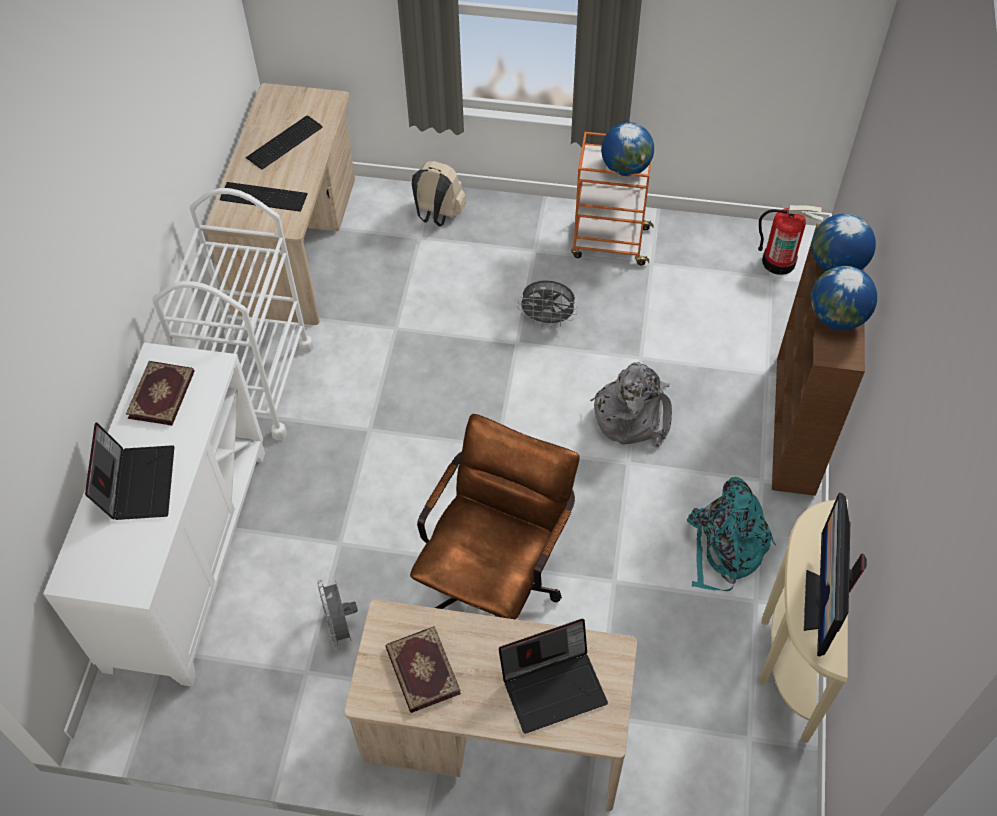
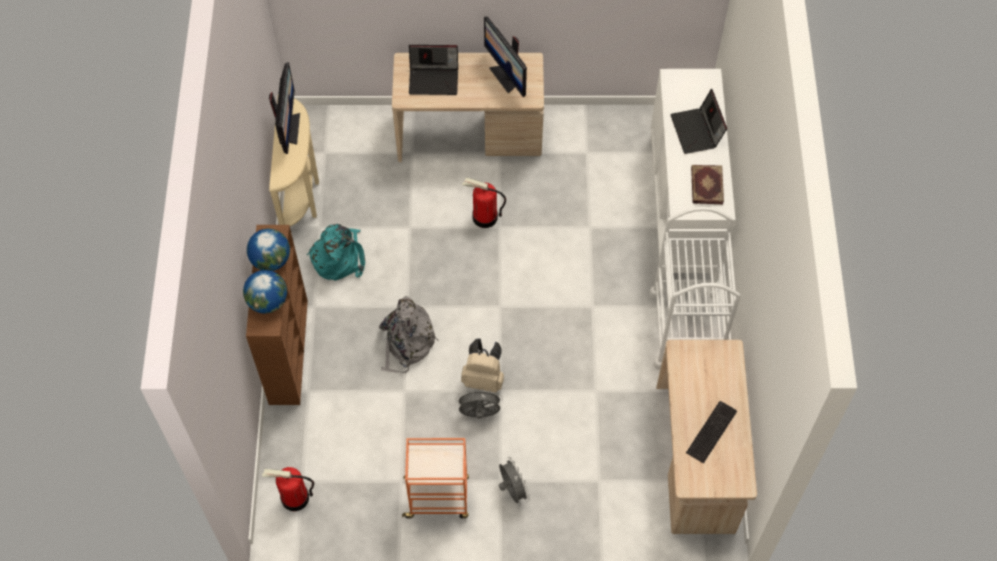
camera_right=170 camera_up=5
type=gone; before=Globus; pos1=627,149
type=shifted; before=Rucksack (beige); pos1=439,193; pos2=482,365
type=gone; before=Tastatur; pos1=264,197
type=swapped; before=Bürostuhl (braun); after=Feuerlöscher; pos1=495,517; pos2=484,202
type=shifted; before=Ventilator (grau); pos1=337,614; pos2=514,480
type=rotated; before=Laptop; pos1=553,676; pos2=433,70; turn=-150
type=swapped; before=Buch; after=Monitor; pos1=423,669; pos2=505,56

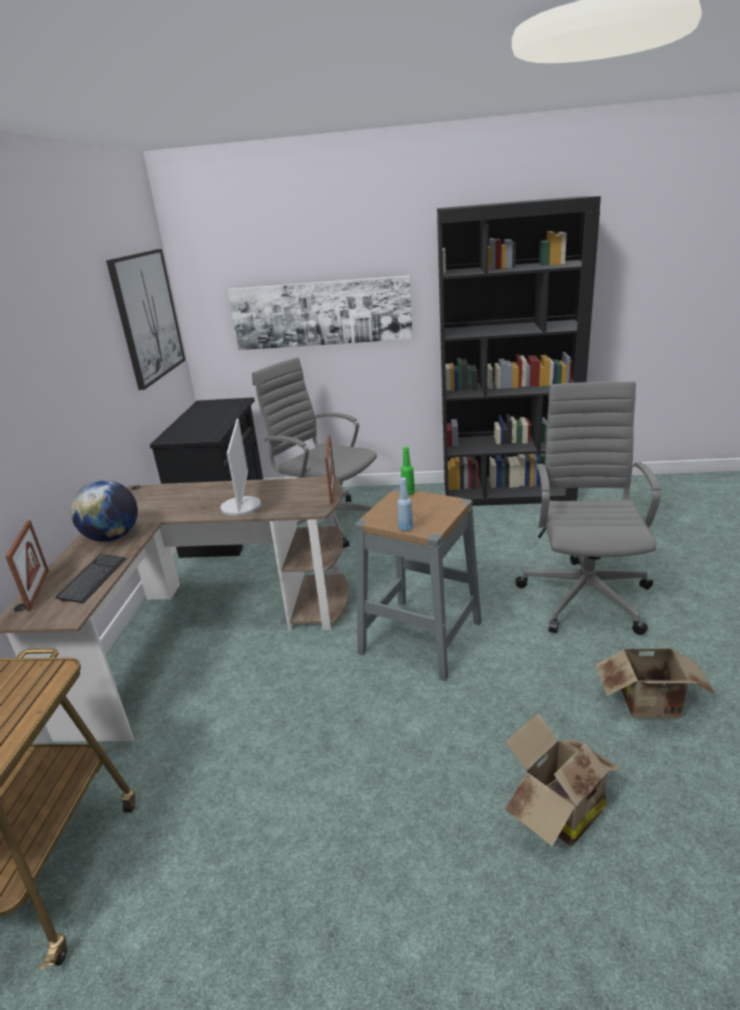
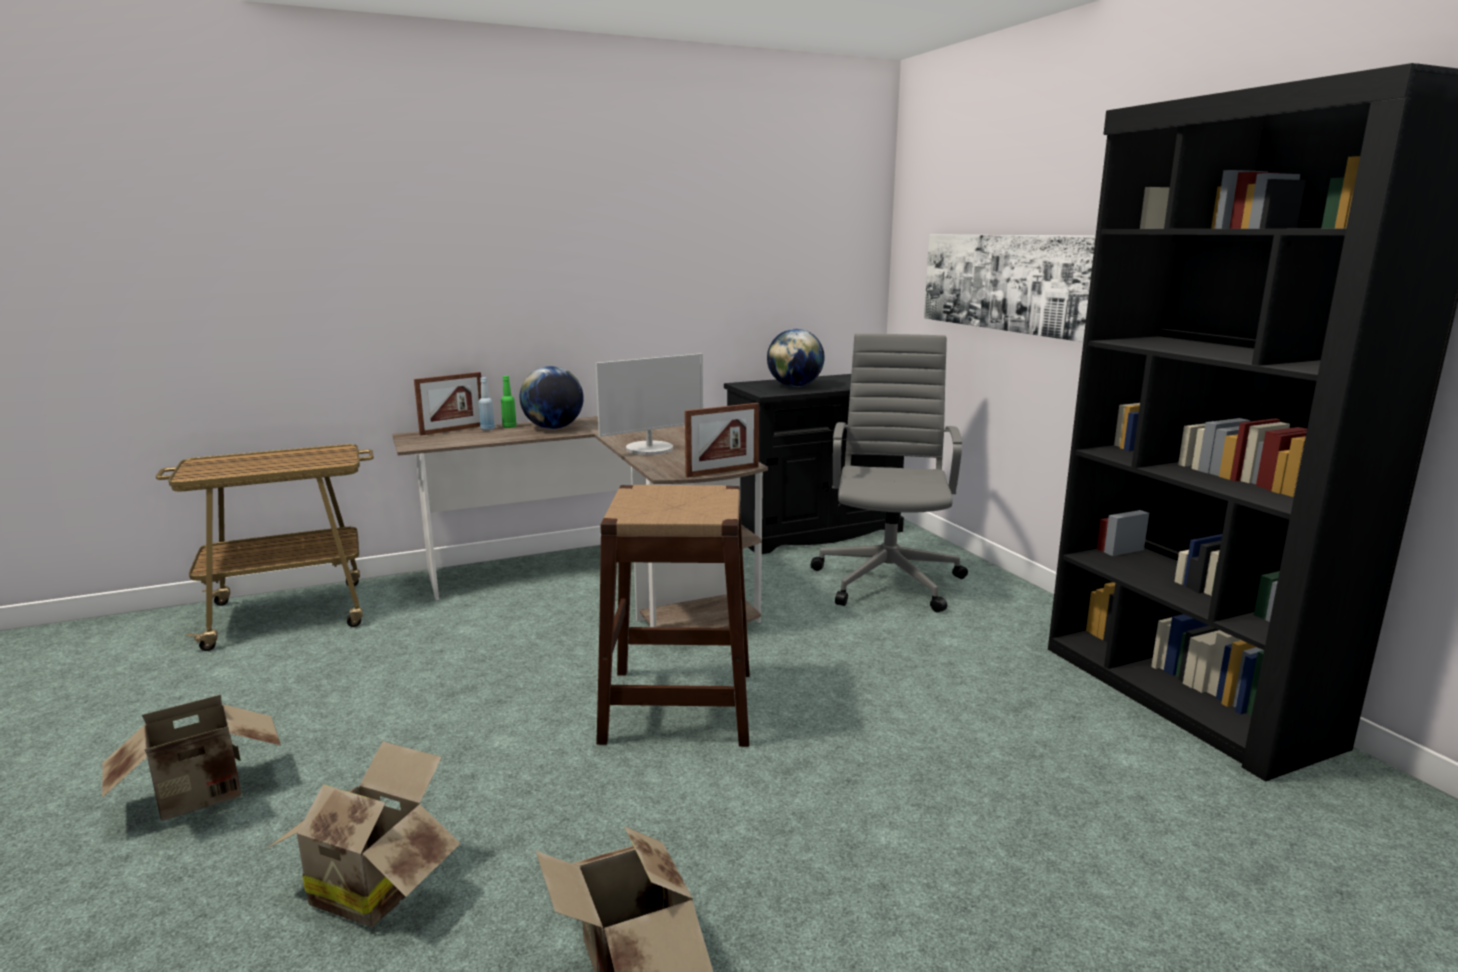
camera_right=60 camera_up=-10
type=gone; before=Bild; pos1=145,319
type=gone; before=Bürostuhl (grau); pos1=588,508
type=shifted; before=Flasche (grün); pos1=408,471; pos2=509,402
type=shifted; before=Flasche (blau); pos1=405,504; pos2=487,403
type=repainted; before=Hocker (grau); after=Hocker (braun); pos1=418,584; pos2=673,616
type=gone; before=Tastatur; pos1=90,578
type=new; after=Globus; pos2=796,358
type=new; after=Karton; pos2=191,758

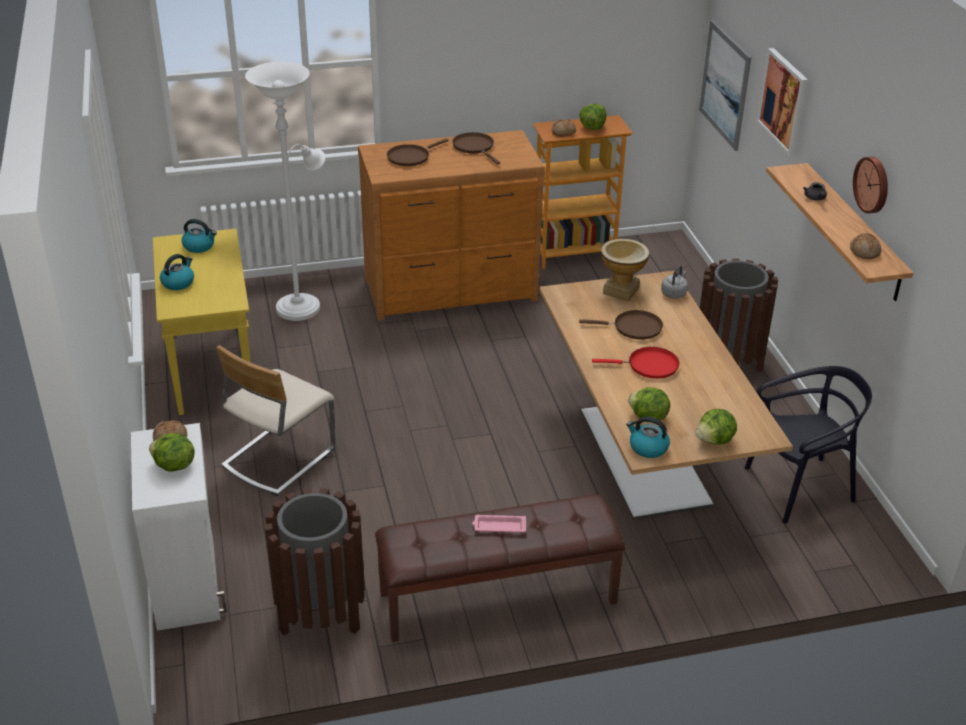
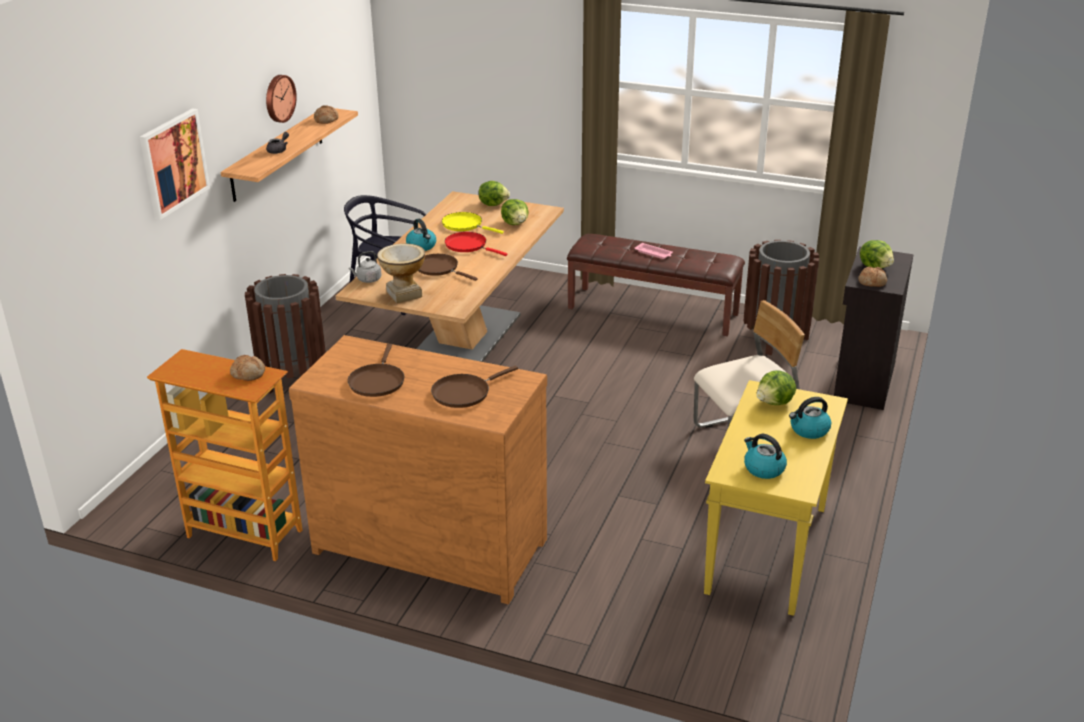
camera_right=-145 camera_up=-5
type=gone; before=Bild; pos1=725,85
type=gone; before=Stehlampe (weiß); pos1=285,191
type=shifted; before=Salatkopf; pos1=592,117; pos2=776,387
type=rotated; before=Pfanne (braun); pos1=417,152; pos2=474,387; turn=150
type=shifted; before=Wasserkessel; pos1=648,437; pos2=421,235
type=repainted; before=Schrank (weiß); after=Schrank (schwarz); pos1=179,527; pos2=874,328
type=new; after=Pfanne (gelb); pos2=473,223

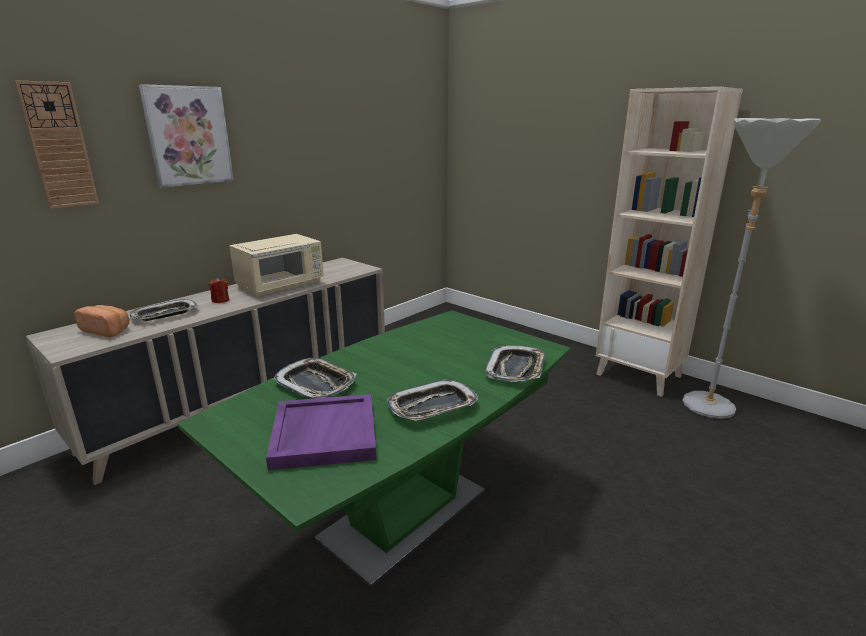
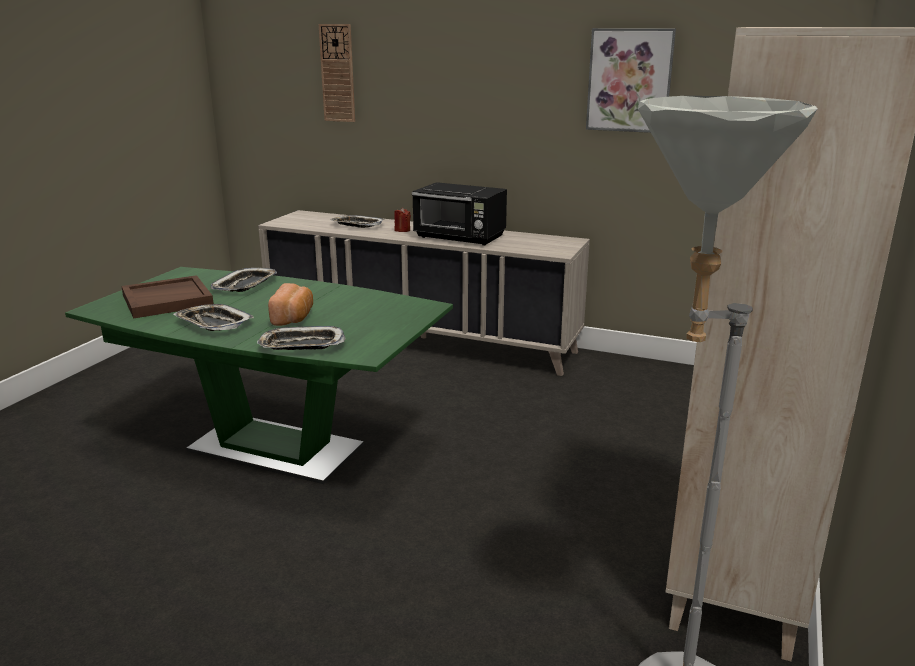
camera_right=70 camera_up=0
type=shifted; before=Bild; pos1=186,136; pos2=631,80
type=repainted; before=Mikrowelle (beige); after=Mikrowelle (schwarz); pos1=276,265; pos2=459,214
type=shifted; before=Brot; pos1=101,321; pos2=290,304
type=repainted; before=Tablett (lila); after=Tablett (braun); pos1=321,432; pos2=167,297

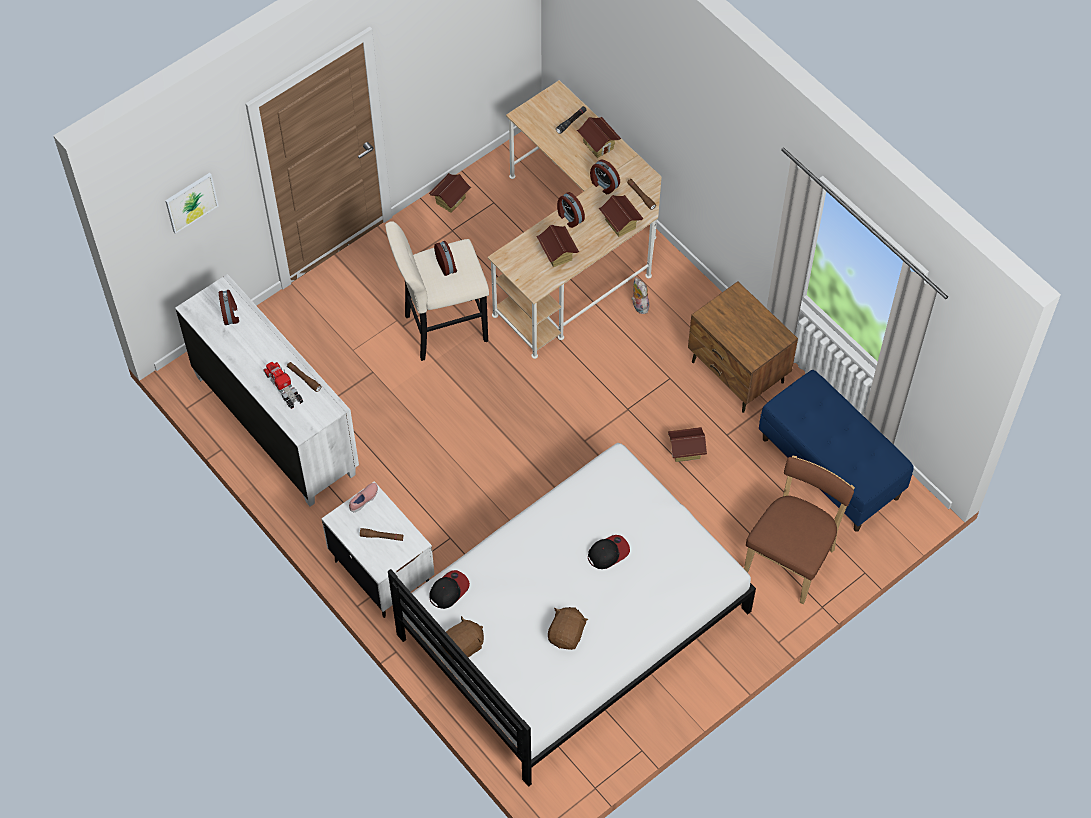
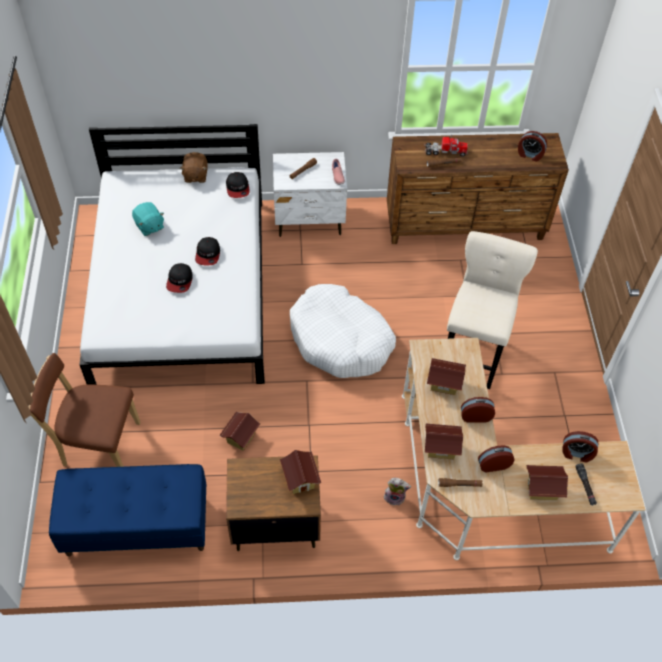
camera_right=125 camera_up=-5
type=gone; before=Bild; pos1=192,203
type=shifted; before=Spielzeughaus; pos1=450,193; pos2=300,472
type=shifted; before=Wecker; pos1=445,258; pos2=580,447
type=repainted; before=Kommode (weiß); after=Kommode (braun); pos1=267,390; pos2=478,188
type=rotated; before=Stuhl (braun); pos1=799,529; pos2=85,410; turn=120
type=repainted; before=Plüschtier (braun); after=Plüschtier (türkis); pos1=568,628; pos2=148,219
type=new; after=Kappe; pos2=207,251
type=new; after=Hundebett (weiß); pos2=343,331

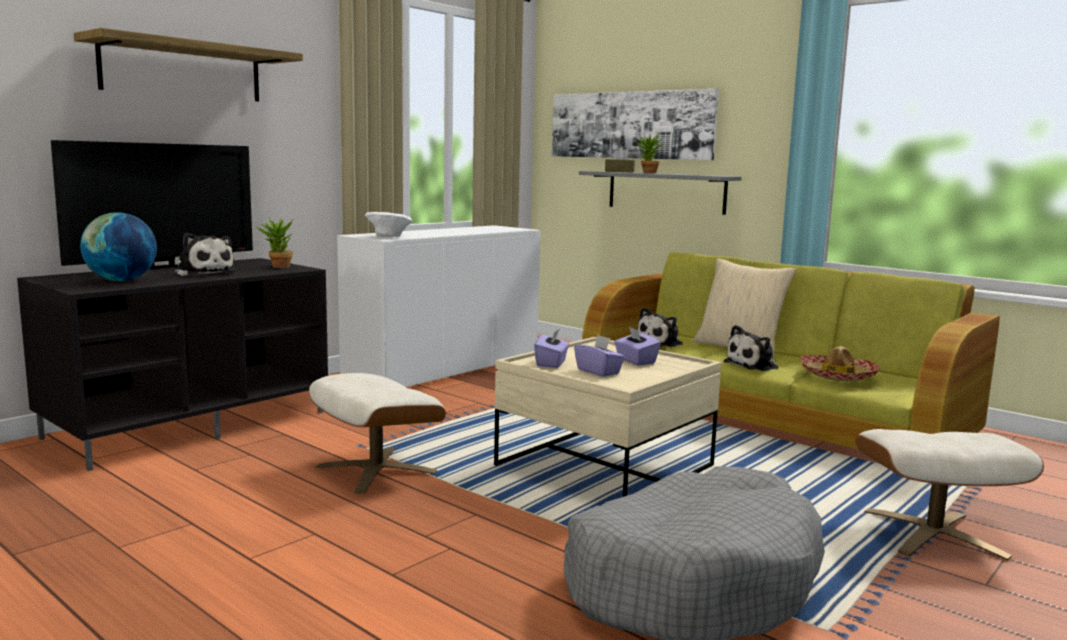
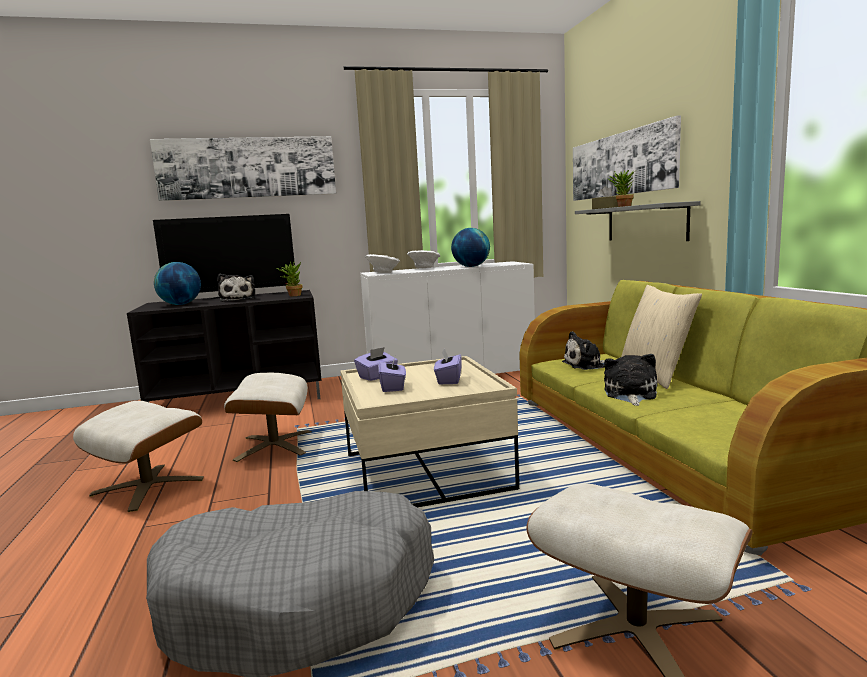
camera_right=35 camera_up=0
type=swapped; before=Wandregal; after=Bild; pos1=188,64; pos2=243,168
type=rotated; before=Plüschtier; pos1=751,348; pos2=630,380; turn=105
type=gone; before=Hut; pos1=840,364
type=new; after=Globus; pos2=470,247
type=new; after=Schüssel (weiß); pos2=423,259
type=new; after=Polsterhocker (beige); pos2=138,456

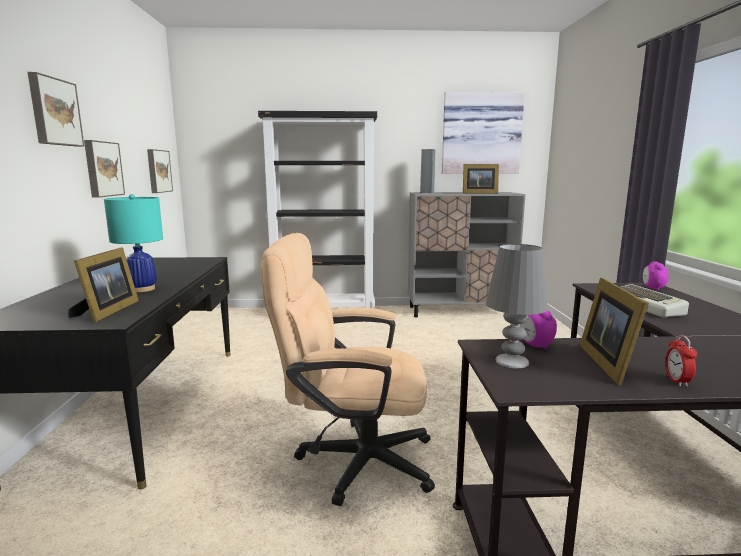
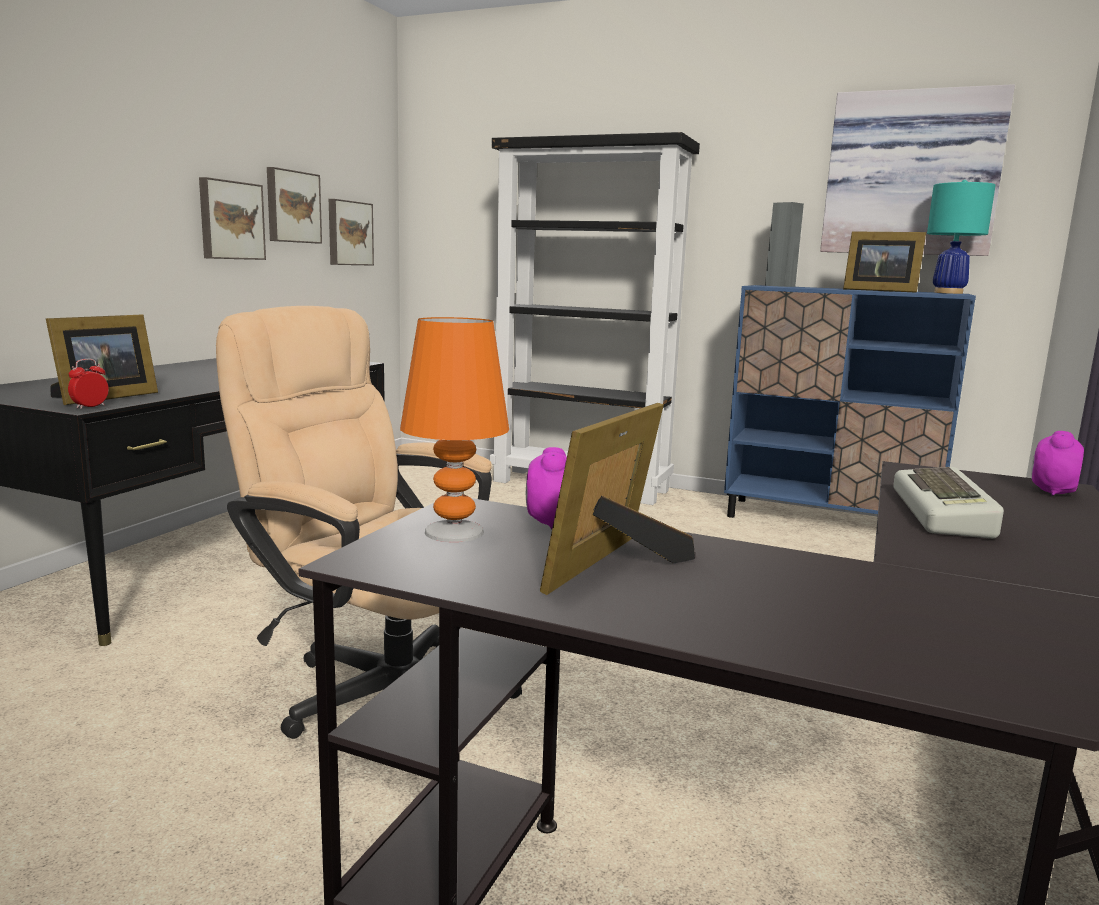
camera_right=25 camera_up=0
type=shifted; before=Bild; pos1=56,109; pos2=294,205
type=repainted; before=Schrank (grau); after=Schrank (blau); pos1=467,254; pos2=850,401
type=shifted; before=Tischlampe (türkis); pos1=133,243; pos2=961,237
type=repainted; before=Tischlampe (grau); after=Tischlampe (orange); pos1=517,306; pos2=454,429
type=shifted; before=Wecker; pos1=681,361; pos2=88,384

